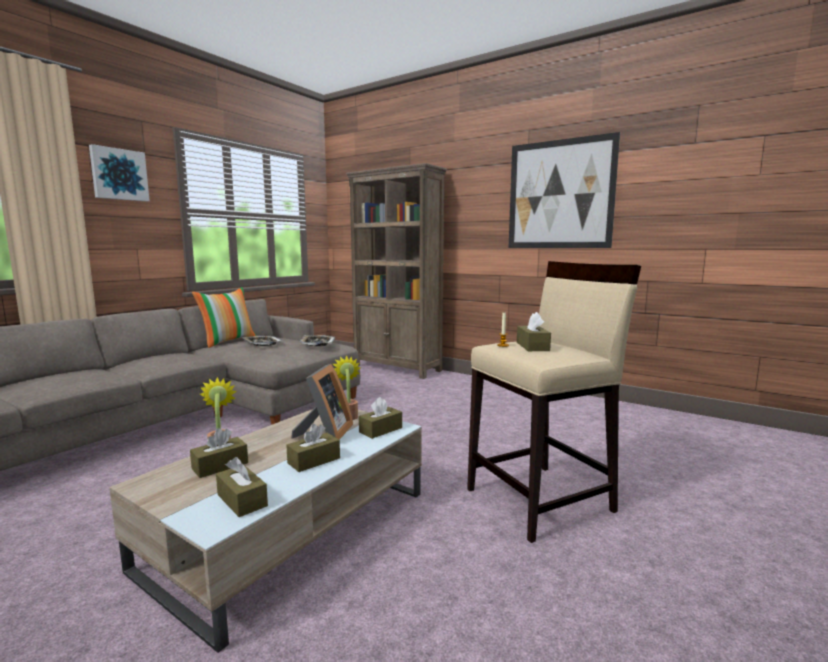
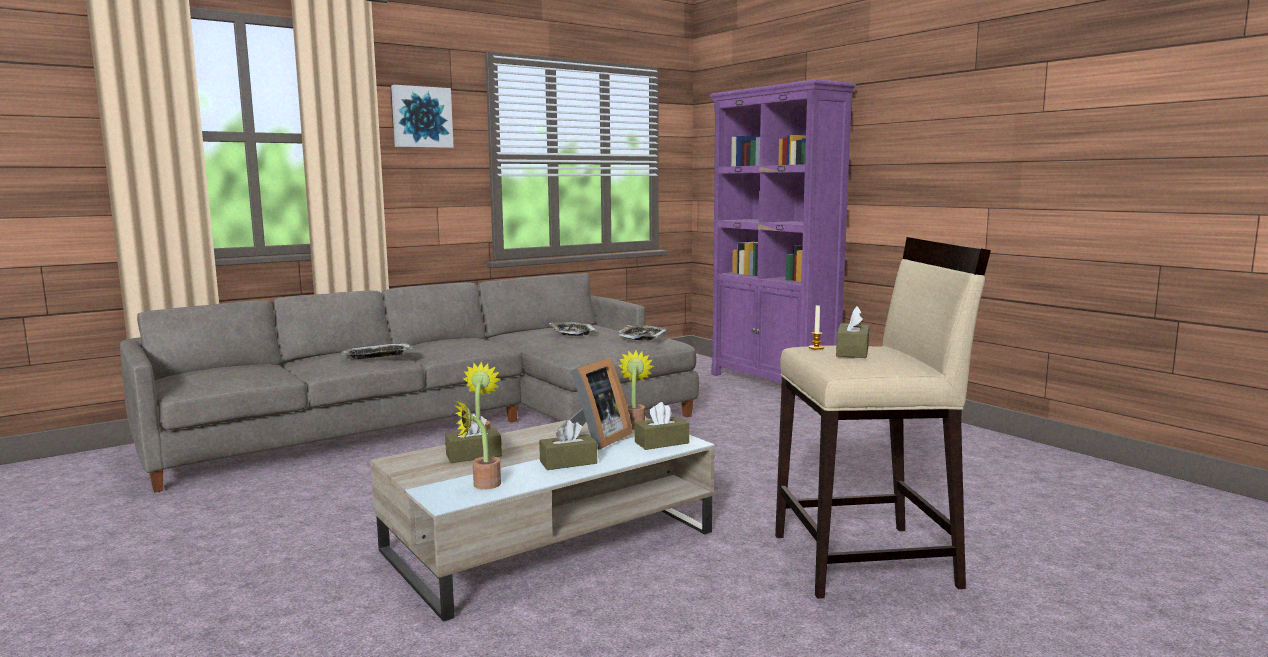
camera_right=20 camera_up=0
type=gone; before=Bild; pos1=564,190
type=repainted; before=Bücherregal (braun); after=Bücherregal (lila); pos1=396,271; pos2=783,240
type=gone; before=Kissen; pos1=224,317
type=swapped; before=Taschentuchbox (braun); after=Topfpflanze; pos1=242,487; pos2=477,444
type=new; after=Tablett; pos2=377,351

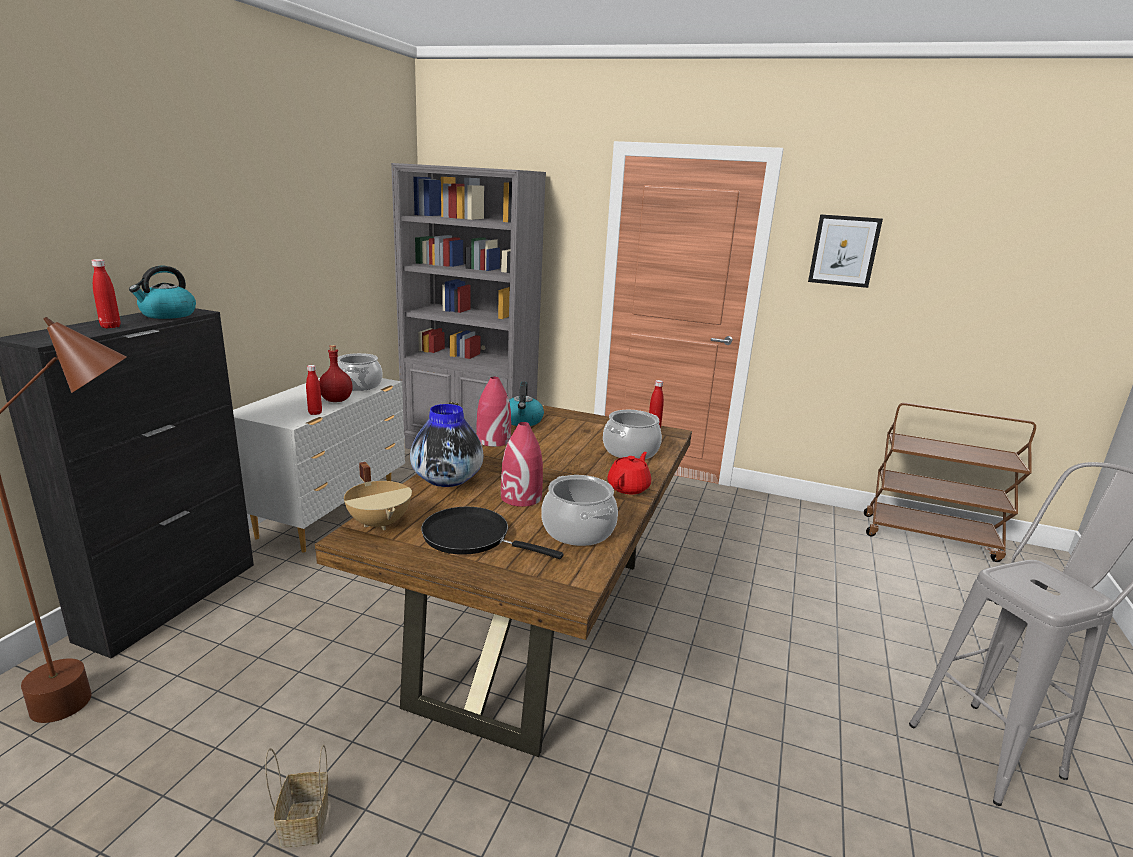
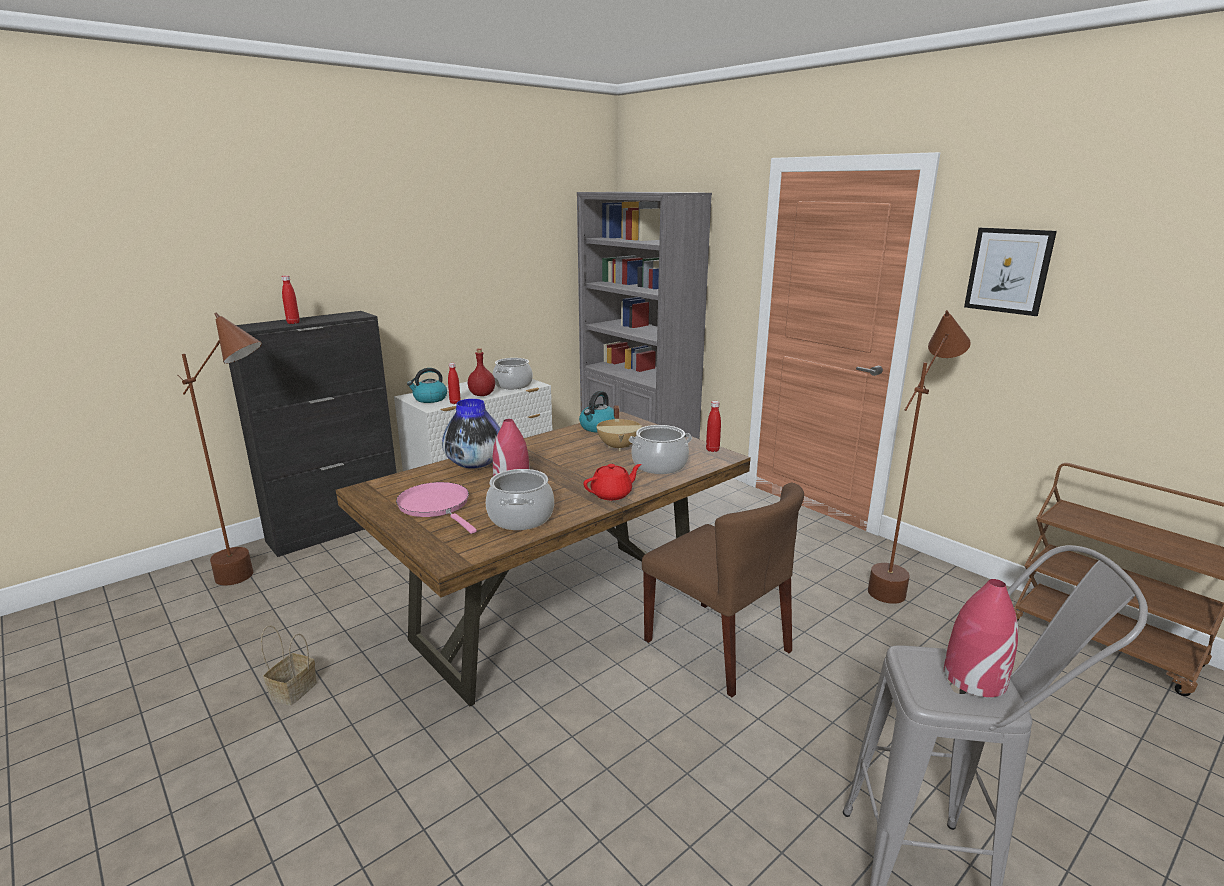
camera_right=30 camera_up=0
type=shifted; before=Wasserkessel; pos1=162,292; pos2=427,385
type=shifted; before=Vase (rot); pos1=493,412; pos2=981,638
type=shifted; before=Kochtopf (beige); pos1=378,496; pos2=619,428
type=repainted; before=Pfanne (schwarz); after=Pfanne (rosa); pos1=492,533; pos2=436,508
type=new; after=Stehlampe (braun); pos2=919,457
type=new; after=Stuhl (braun); pos2=723,590

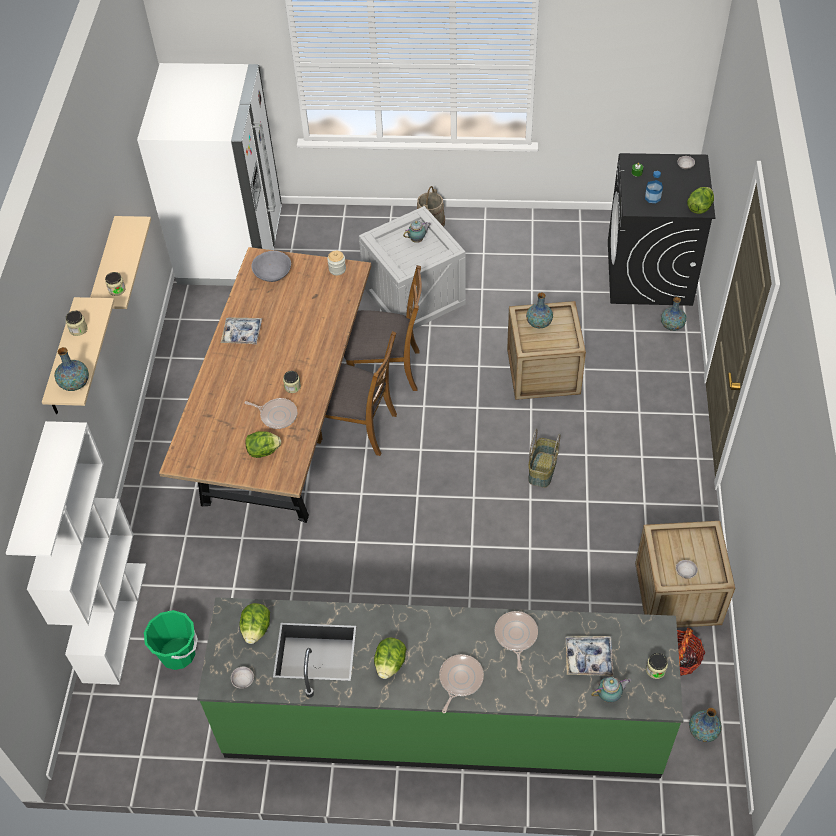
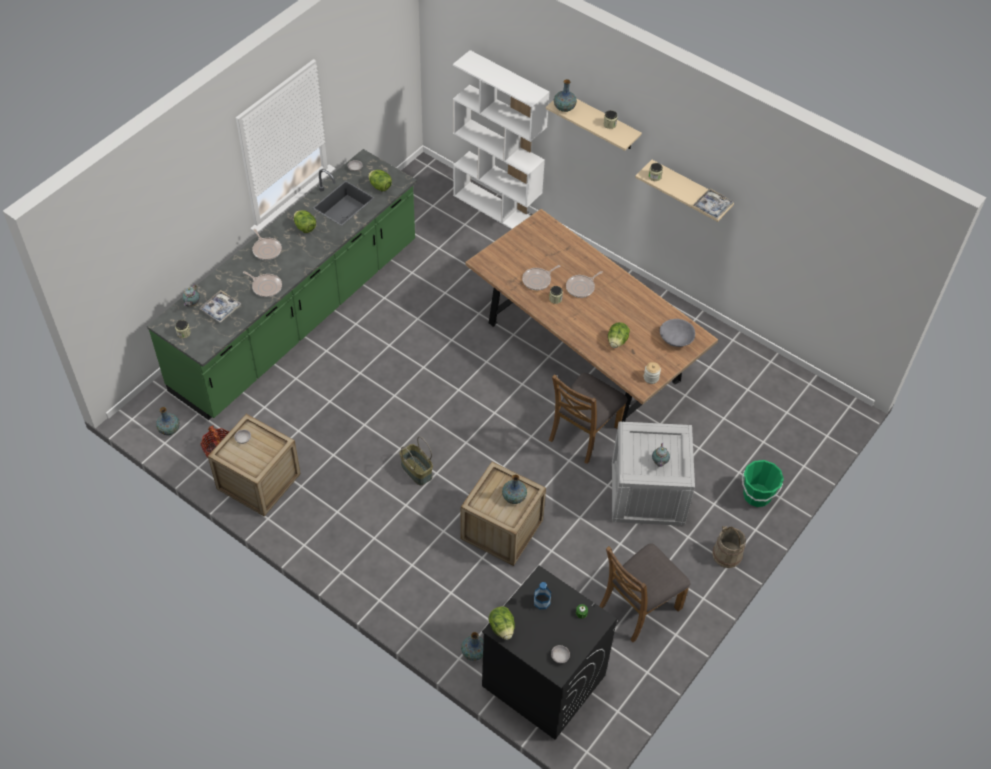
camera_right=120 camera_up=0
type=gone; before=Kühlschrank (weiß); pos1=209,174
type=shifted; before=Tablett; pos1=241,331; pos2=713,204
type=shifted; before=Stuhl (braun); pos1=357,393; pos2=645,592
type=shifted; before=Salatkopf; pos1=263,444; pos2=619,335
type=shifted; before=Eimer (grün); pos1=171,640; pos2=763,483
type=new; after=Pfanne; pos2=584,284

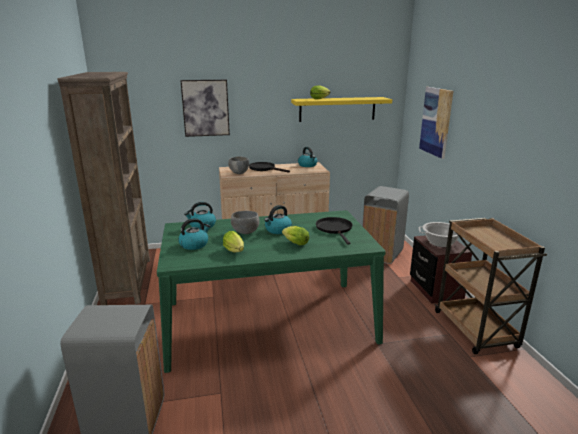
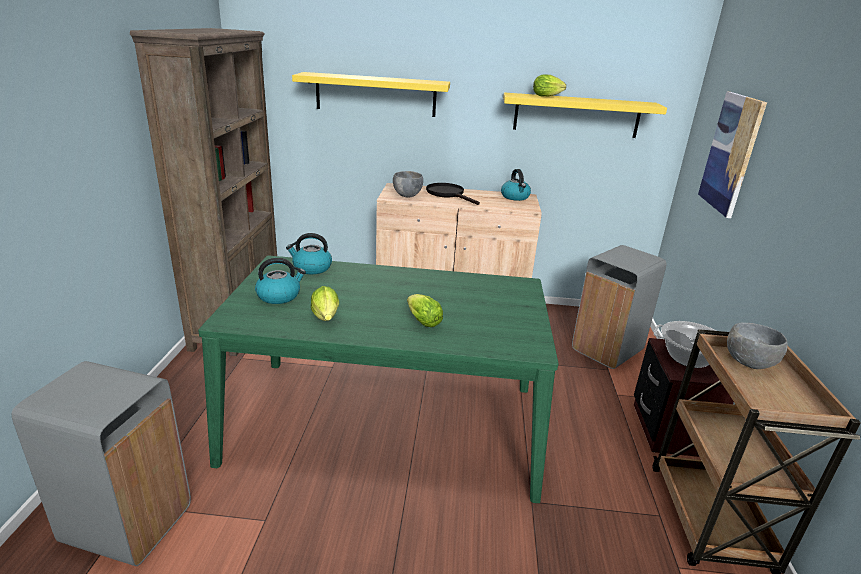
camera_right=15 camera_up=5
type=swapped; before=Bild; after=Wandregal (gelb); pos1=205,108; pos2=371,94
type=gone; before=Wasserkessel; pos1=278,219
type=shifted; before=Schüssel (grau); pos1=245,222; pos2=757,346
type=gone; before=Pfanne (schwarz); pos1=334,230

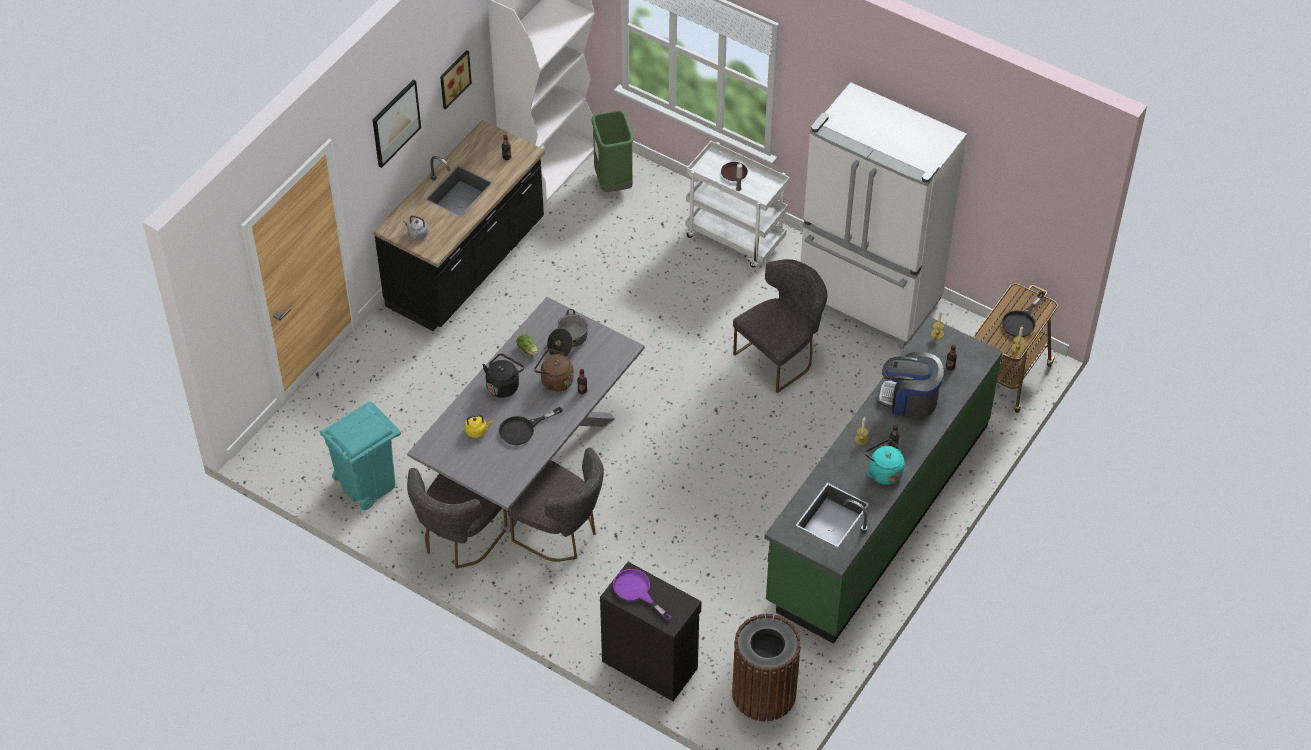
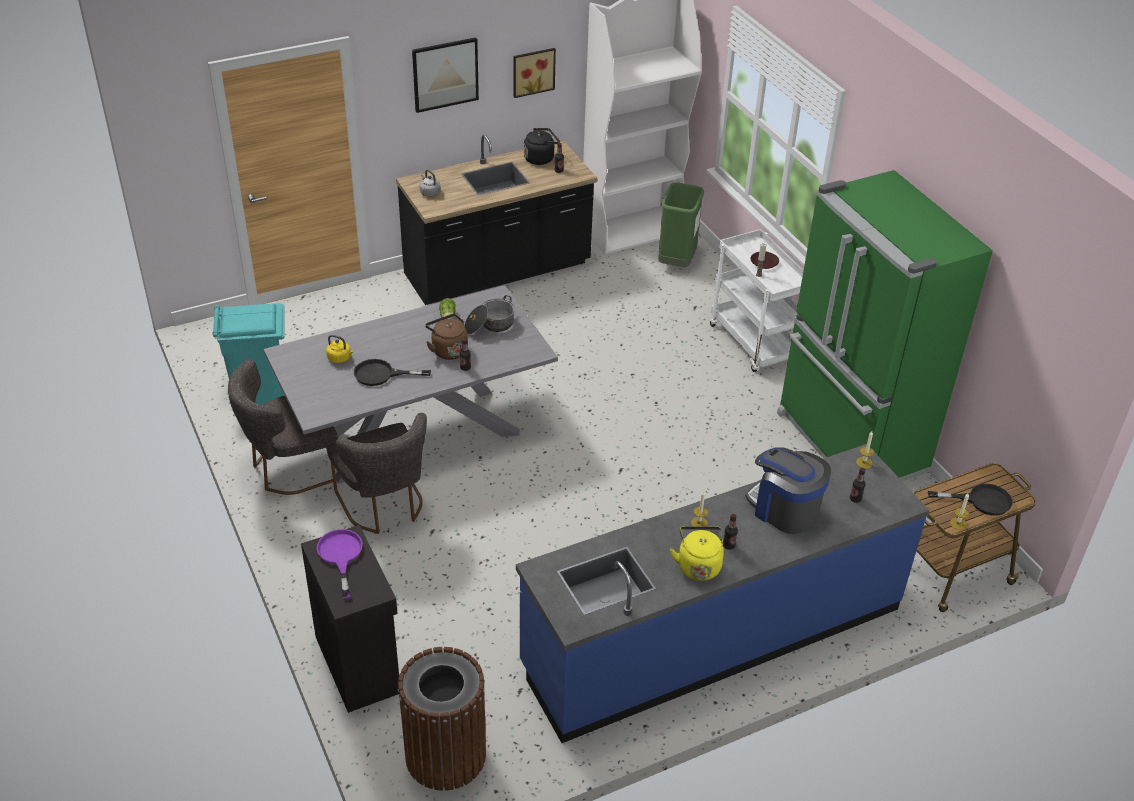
camera_right=30 camera_up=-10
type=repainted; before=Kühlschrank (weiß); after=Kühlschrank (grün); pos1=883,215; pos2=885,325
type=gone; before=Stuhl (grau); pos1=780,326
type=rotated; before=Pfanne (schwarz); pos1=1023,314; pos2=970,500; turn=-150
type=repainted; before=Küchenzeile (grün); after=Küchenzeile (blau); pos1=883,480; pos2=722,593
type=shifted; before=Wasserkessel (schwarz); pos1=503,375; pos2=542,146
type=repainted; before=Wasserkessel (türkis); after=Wasserkessel (gelb); pos1=885,462; pos2=697,553

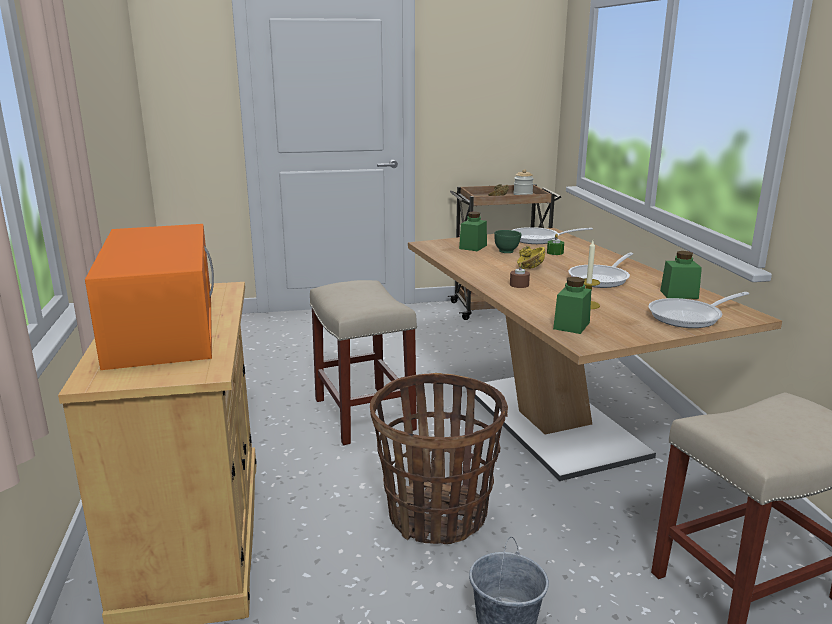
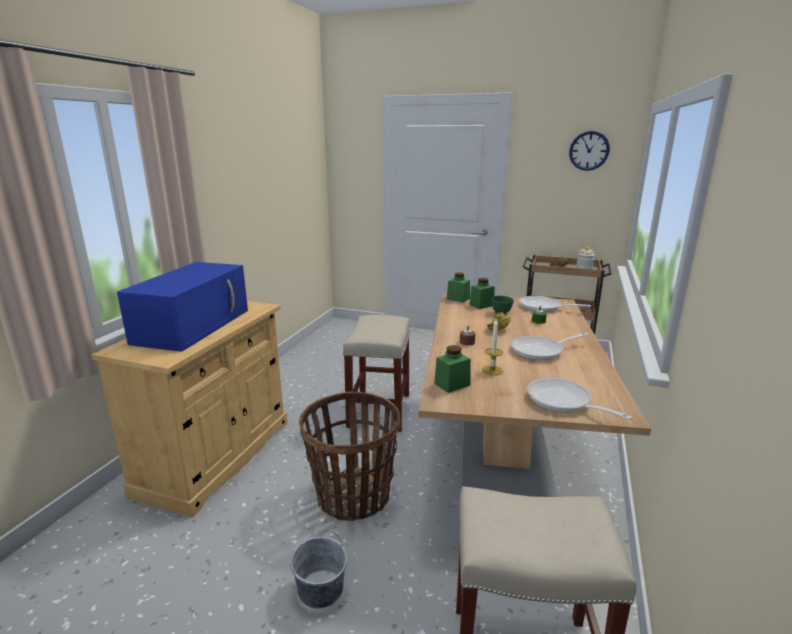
camera_right=30 camera_up=0
type=repainted; before=Mikrowelle (orange); after=Mikrowelle (blau); pos1=149,297; pos2=182,307
type=shifted; before=Vorratsglas (grün); pos1=681,275; pos2=458,288
type=rotated; before=Pfanne; pos1=699,310; pos2=580,399; turn=45
type=new; after=Wanduhr; pos2=589,151

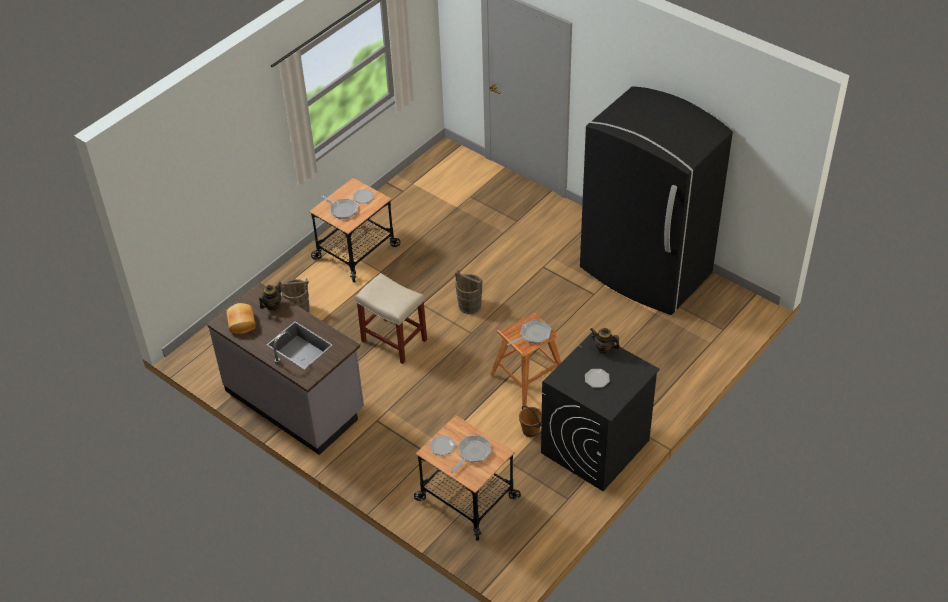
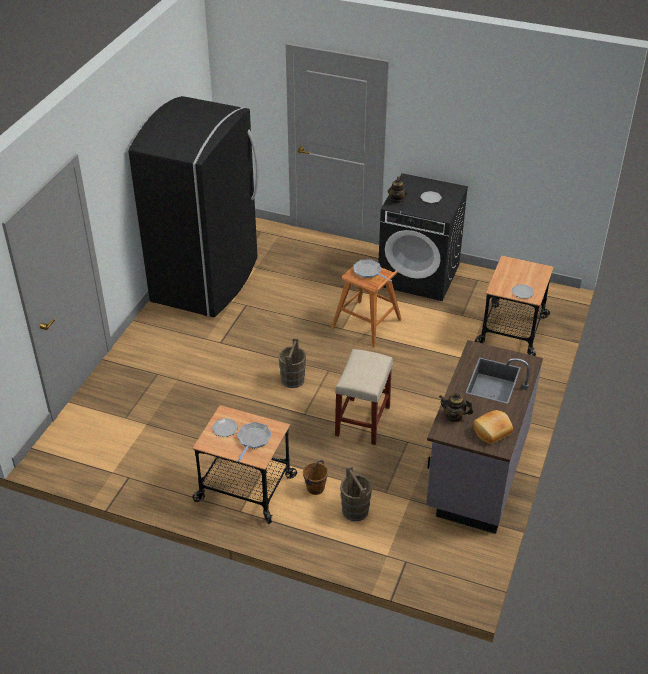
camera_right=-110 camera_up=-5
type=shifted; before=Eimer (braun); pos1=530,421; pos2=315,477
type=gone; before=Pfanne; pos1=471,454

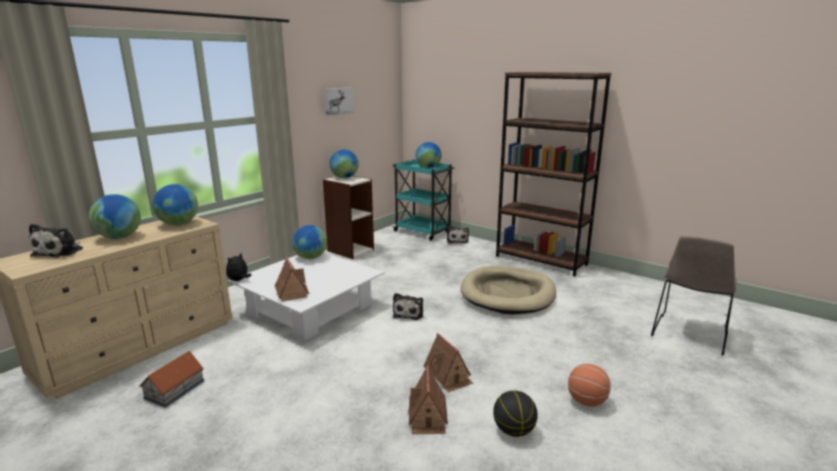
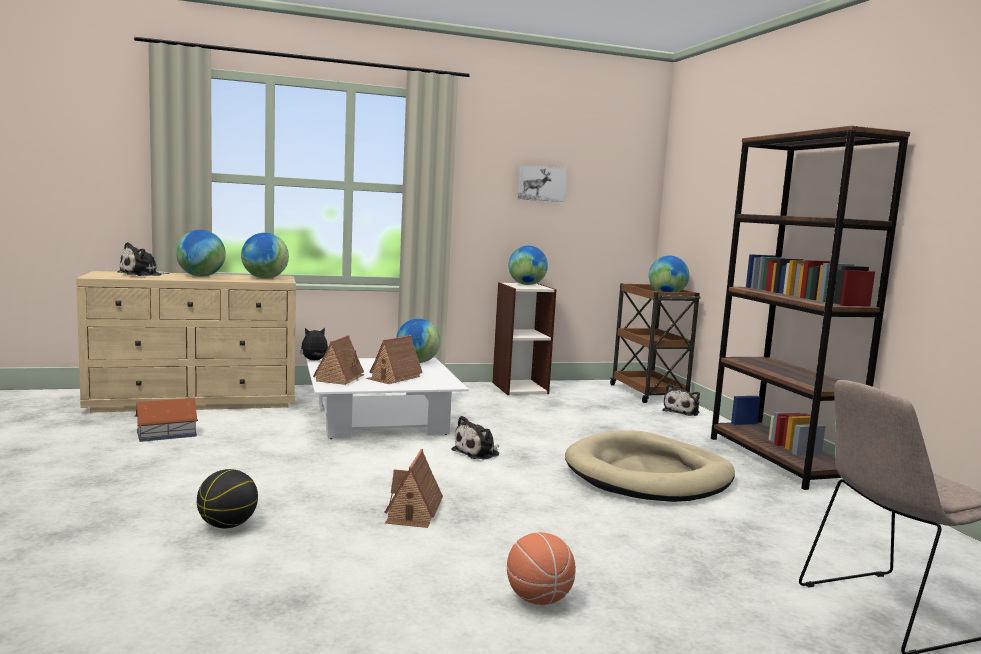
camera_right=35 camera_up=-10
type=repainted; before=Rollwagen (türkis); after=Rollwagen (braun); pos1=423,199; pos2=655,343
type=shifted; before=Spielzeughaus; pos1=428,400; pos2=394,359
type=shifted; before=Basketball; pos1=515,414; pos2=227,498

